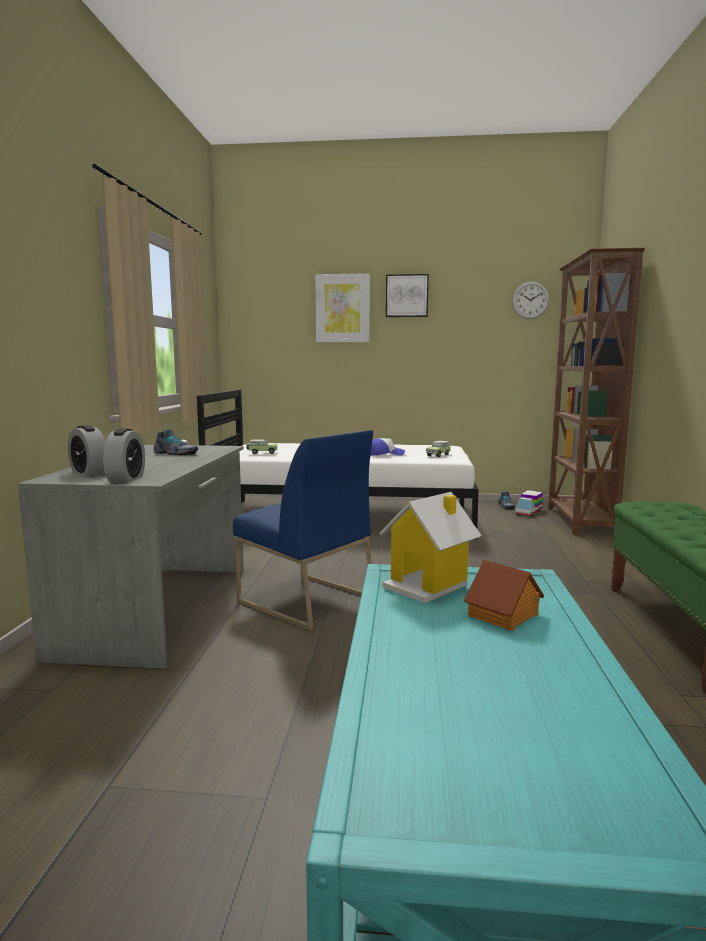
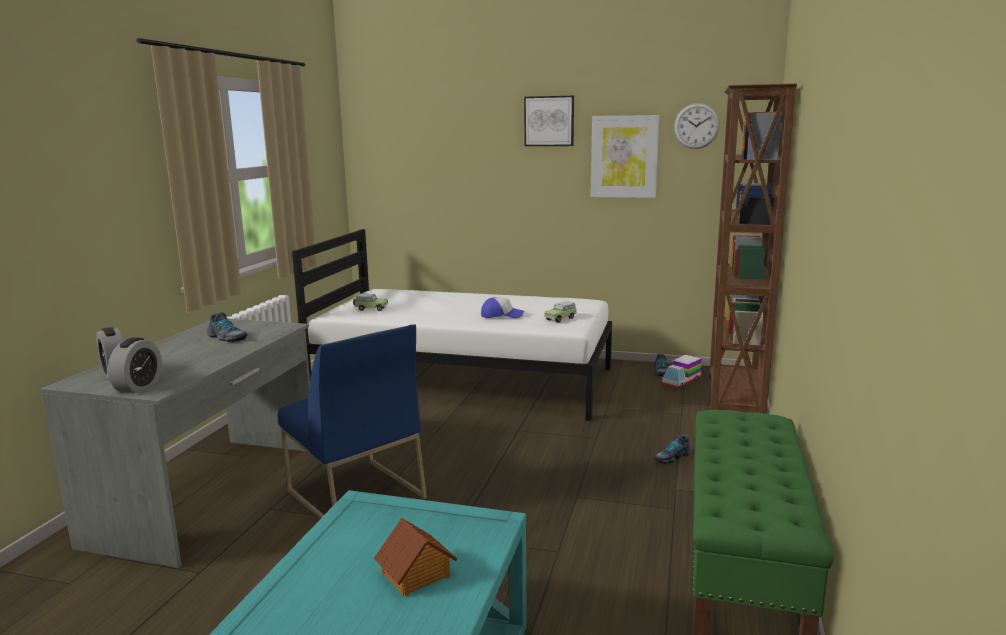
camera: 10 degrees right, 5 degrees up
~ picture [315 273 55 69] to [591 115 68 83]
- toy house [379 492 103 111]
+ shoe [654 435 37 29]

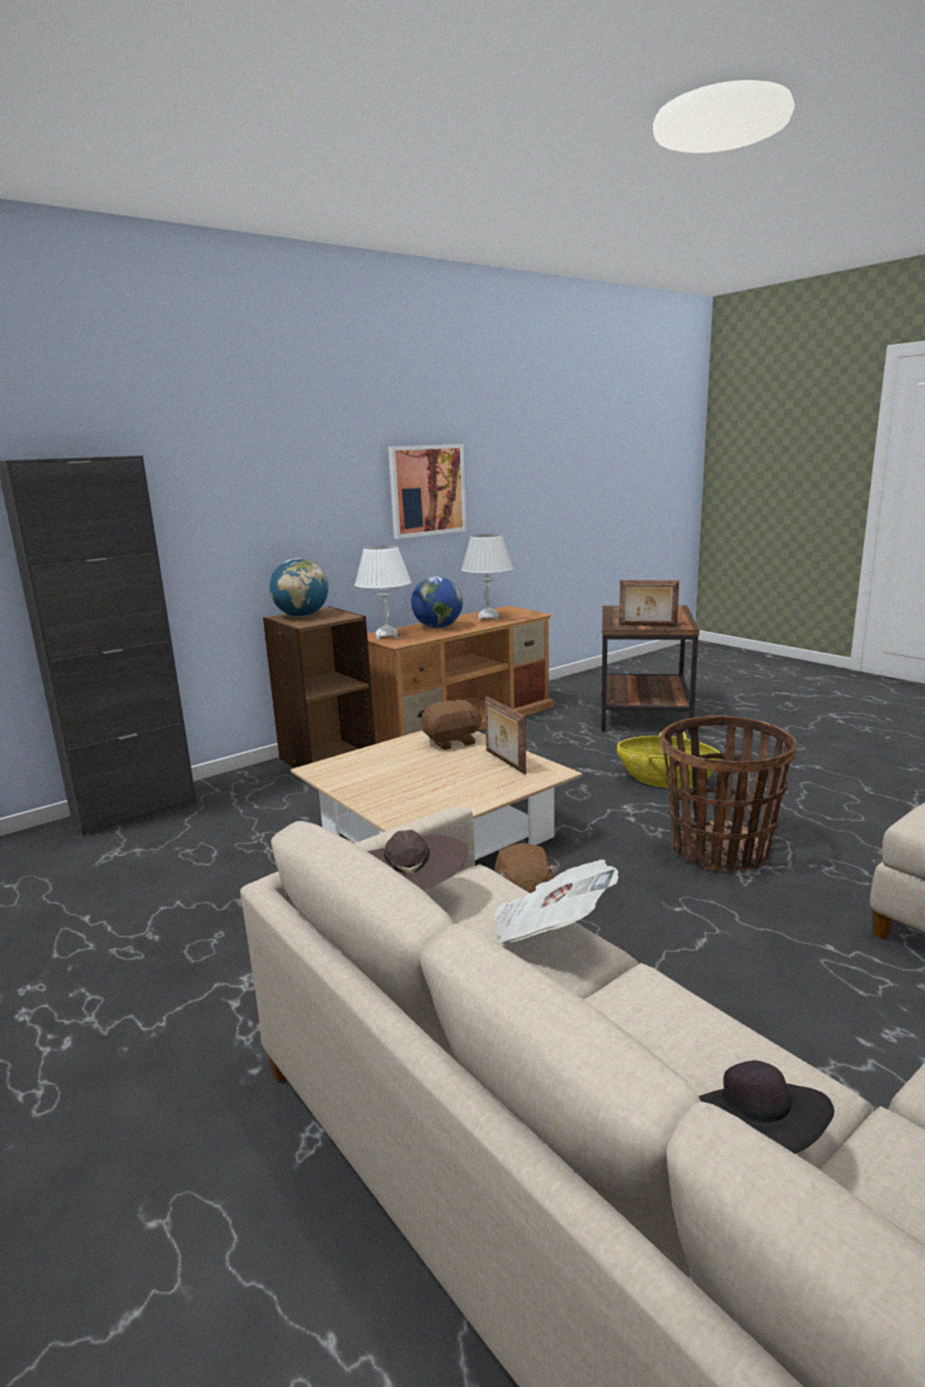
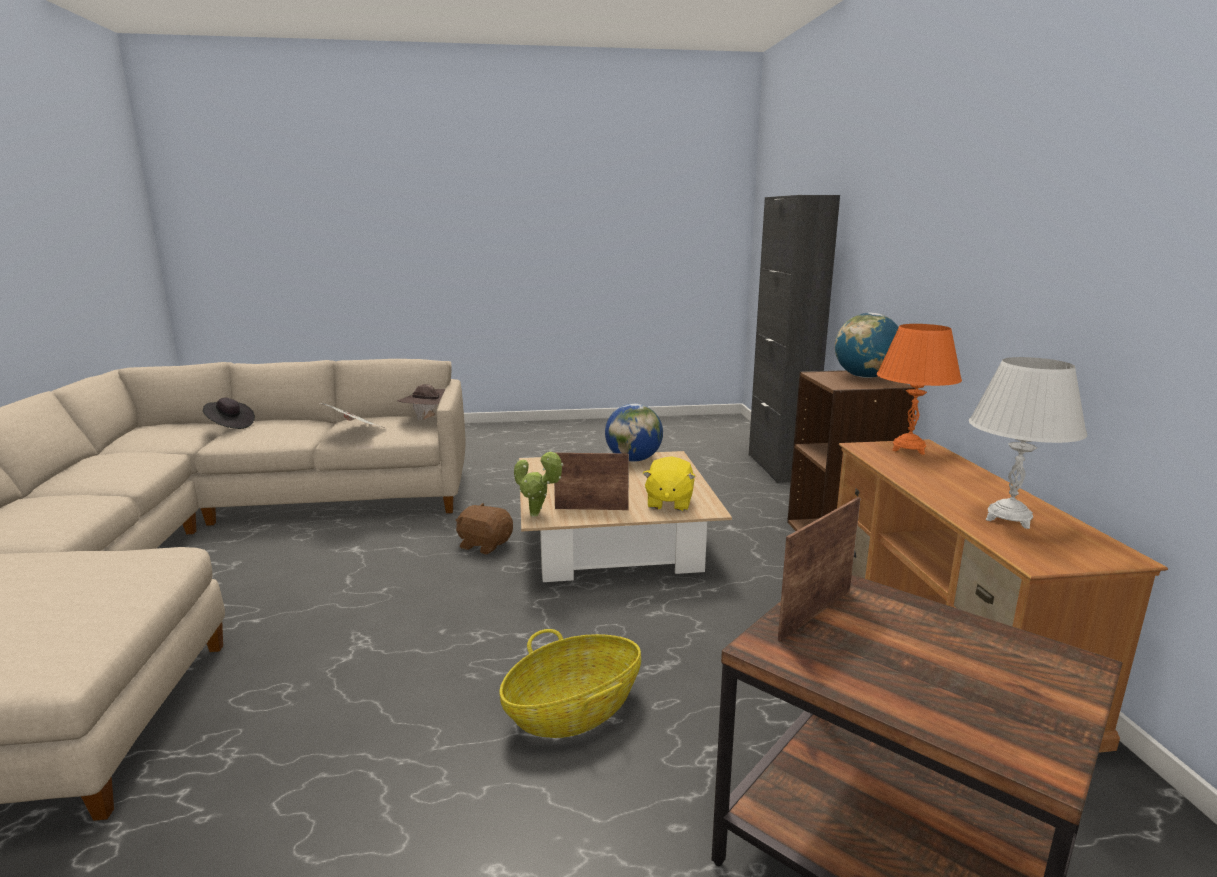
camera: 120 degrees right, 0 degrees up
- picture [388 444 79 95]
~ white table lamp [355 545 56 94] to orange table lamp [877 324 85 131]
~ globe [411 576 52 52] to [605 403 58 59]
~ brown plush toy [421 699 62 51] to yellow plush toy [642 456 54 55]
- basket [661 716 136 155]
+ potted plant [514 450 49 67]

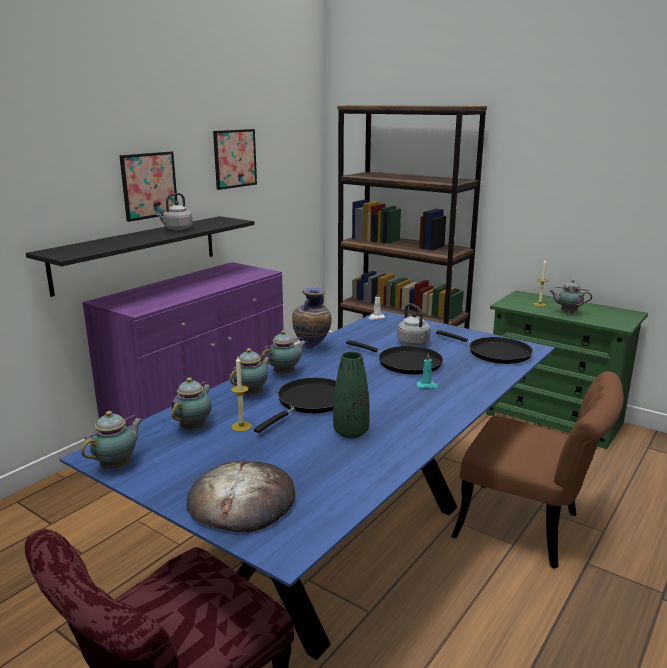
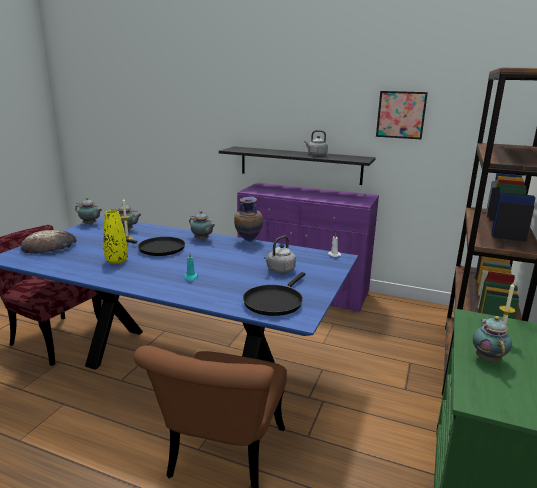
camera: 75 degrees right, 0 degrees up
- picture [119 151 58 71]
- black frying pan [346 340 97 35]
- teapot [230 348 41 48]
~ green vase [333 352 37 87] to yellow vase [103 210 25 54]

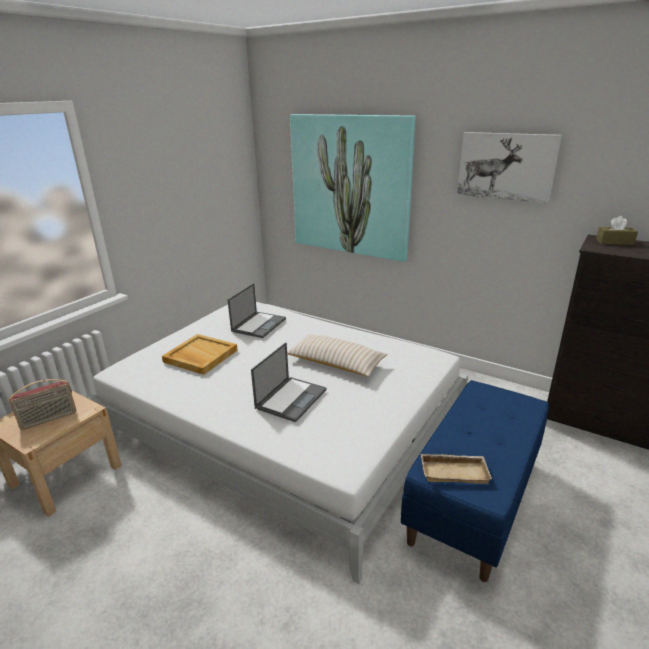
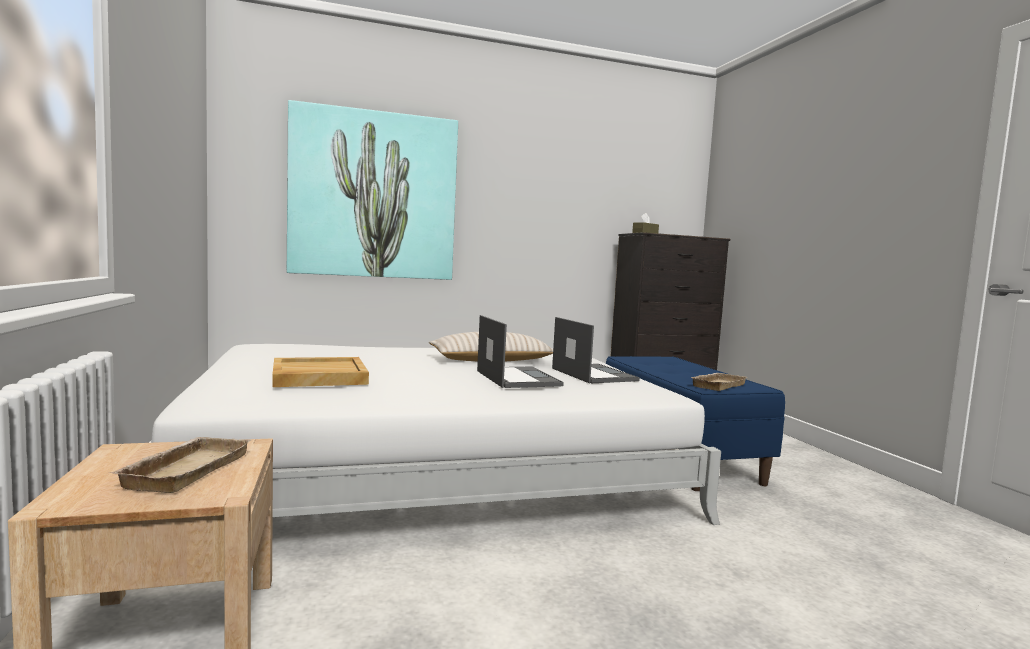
camera: 50 degrees left, 20 degrees down
- picture [457 132 105 71]
~ laptop [228 283 58 55] to [552 317 88 66]
~ radio [9 379 67 51] to beige tray [109 437 142 56]

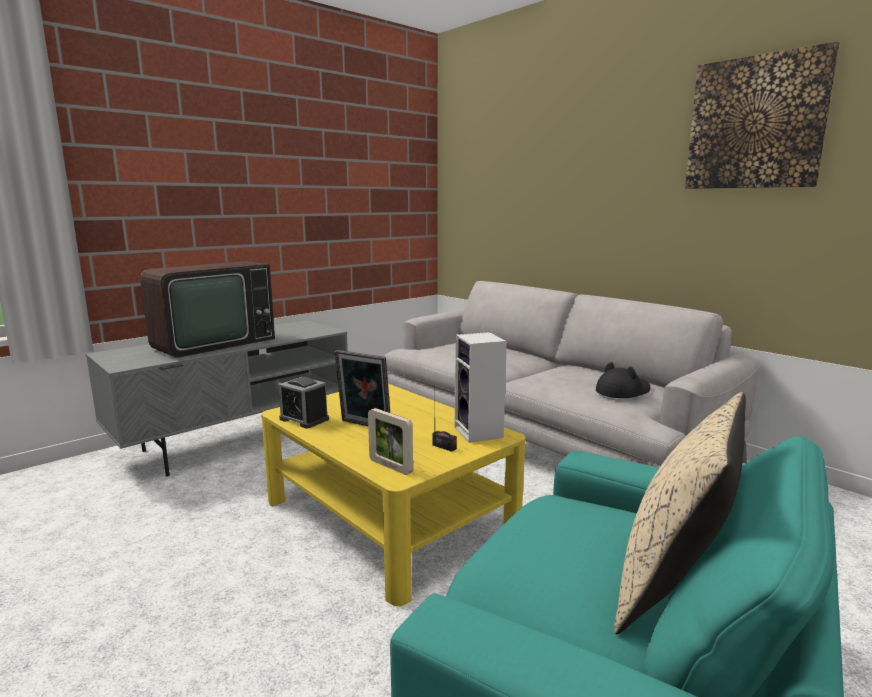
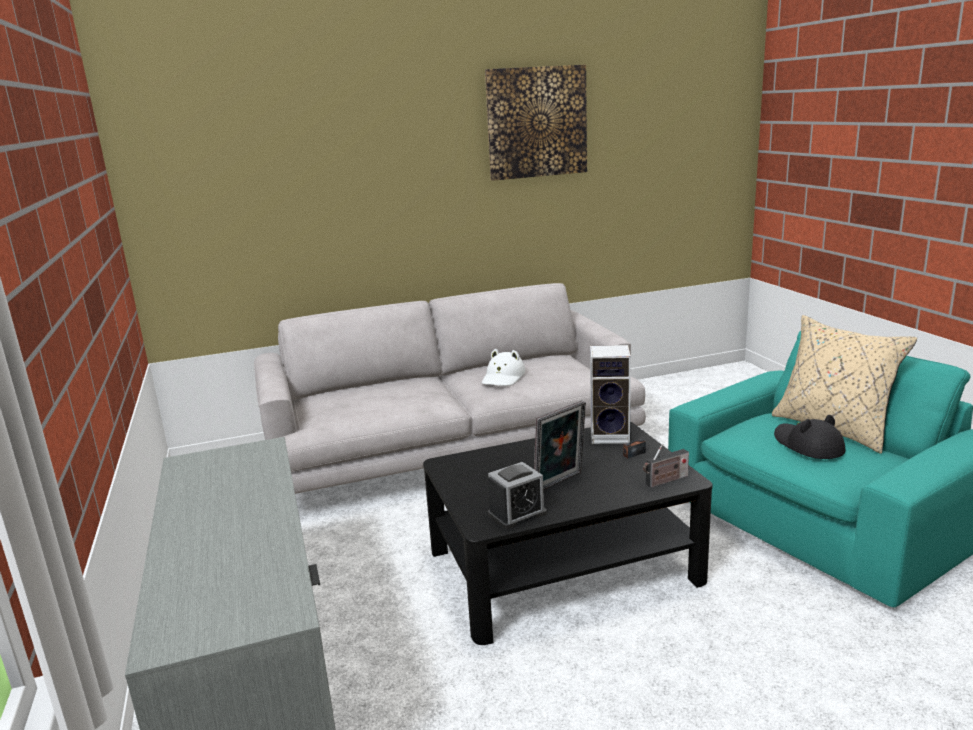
camera: 65 degrees left, 5 degrees up
- television [140 261 135 96]
~ black hat [596 362 55 36] to [774 415 71 44]
~ yellow coffee table [261 384 265 222] to black coffee table [423 422 289 223]
~ picture frame [368 408 45 67] to radio [643 443 46 45]
+ white hat [482 349 43 37]

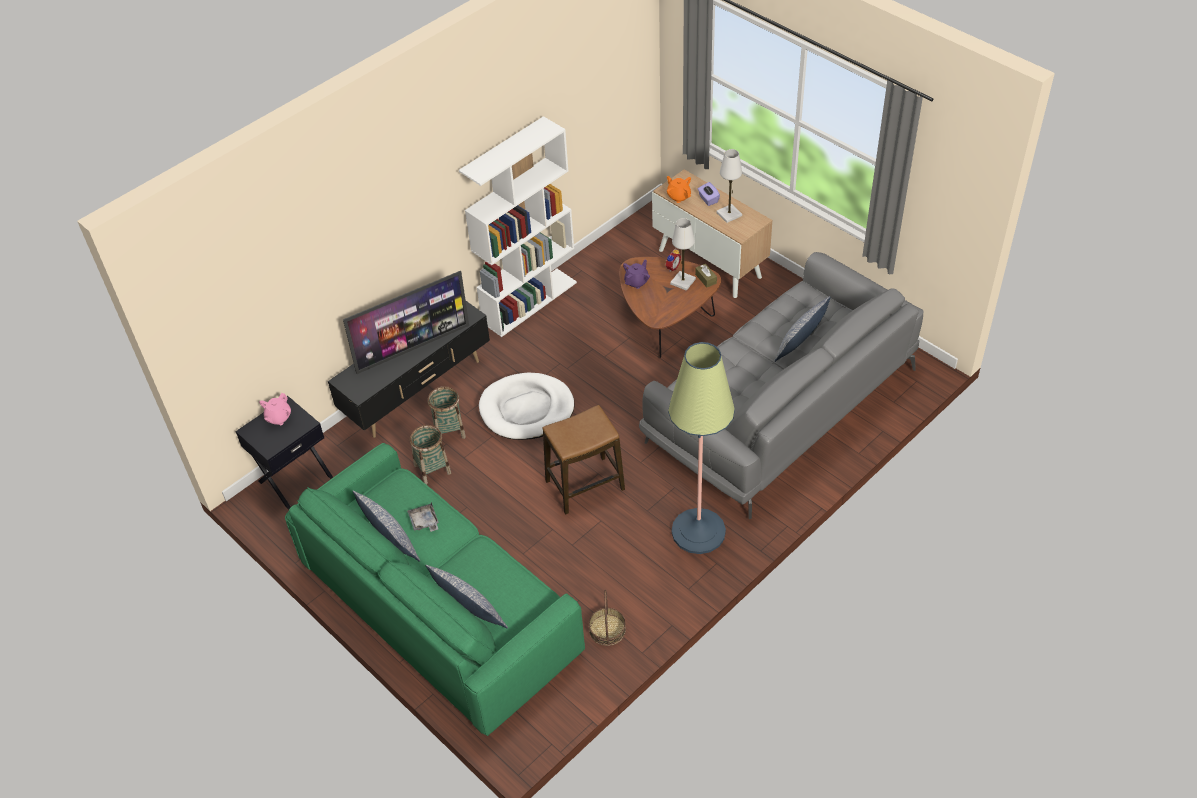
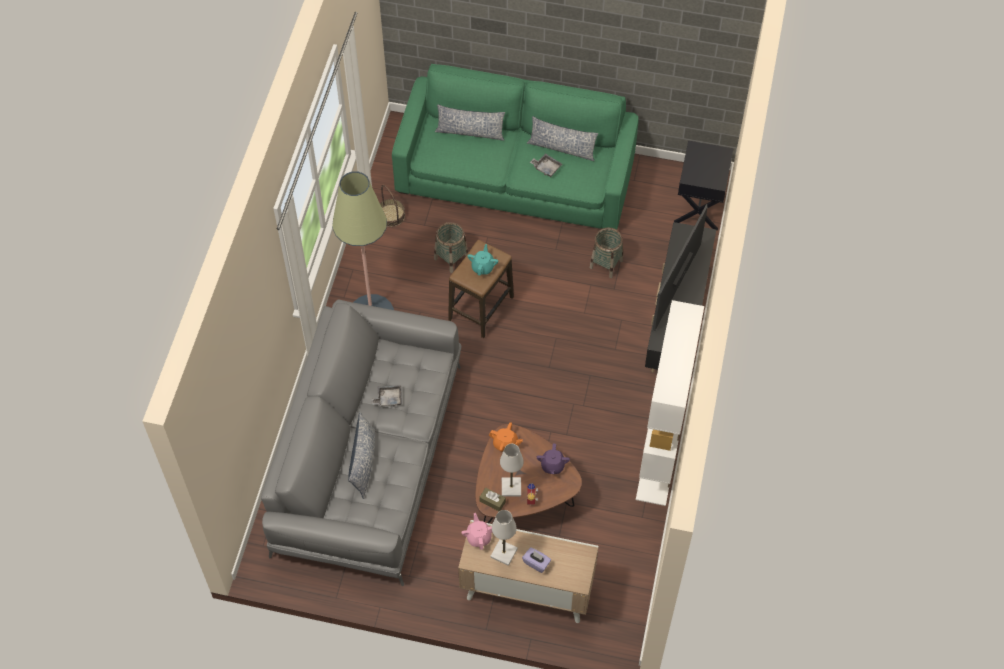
camera: 145 degrees right, 10 degrees up
~ orange teapot [667 176 24 27] to [489 422 34 30]
- white dog bed [479 372 96 68]
~ basket [428 386 38 53] to [434 222 34 51]
~ pink teapot [259 393 32 32] to [461 513 31 37]
+ turquoise teapot [467 244 31 32]
+ grey tray [372 385 30 22]

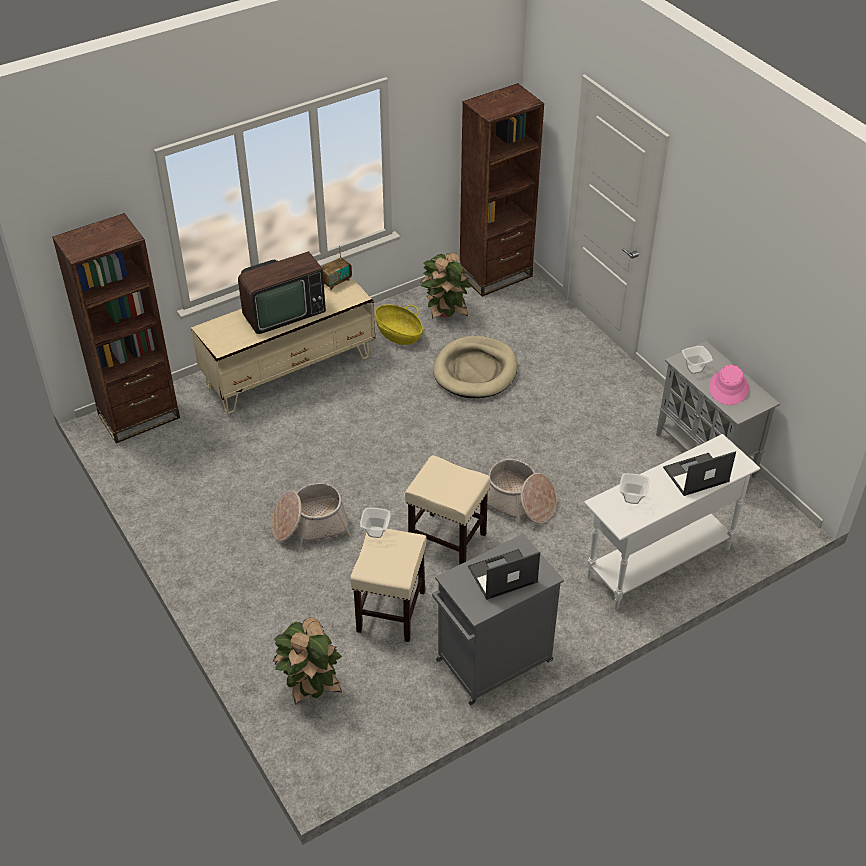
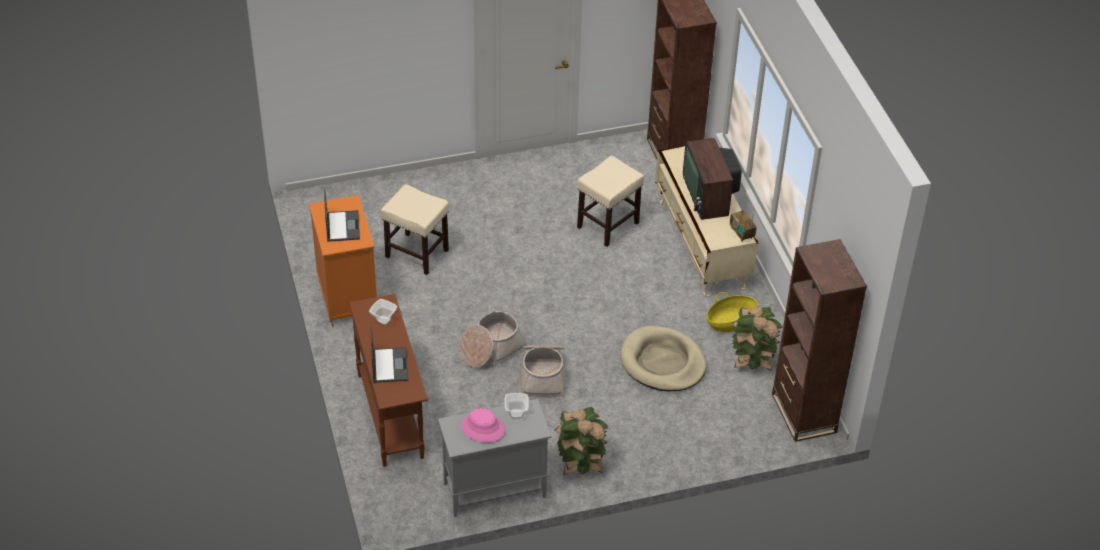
camera: 105 degrees right, 0 degrees up
~ white console table [584 434 176 176] to brown console table [349 294 79 173]
~ beige stool [405 455 85 109] to [577 156 67 91]
~ basket [271 483 80 64] to [520 345 46 53]
- bowl [360 508 31 30]
~ grey cabinet [432 534 132 171] to orange cabinet [309 195 68 131]
~ potted plant [273 617 69 87] to [555 407 54 68]

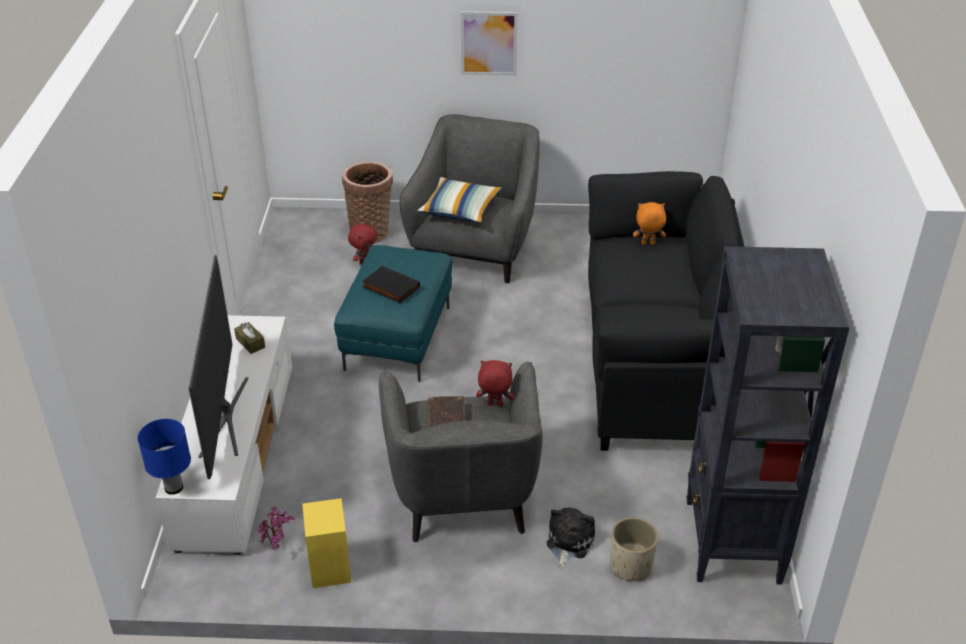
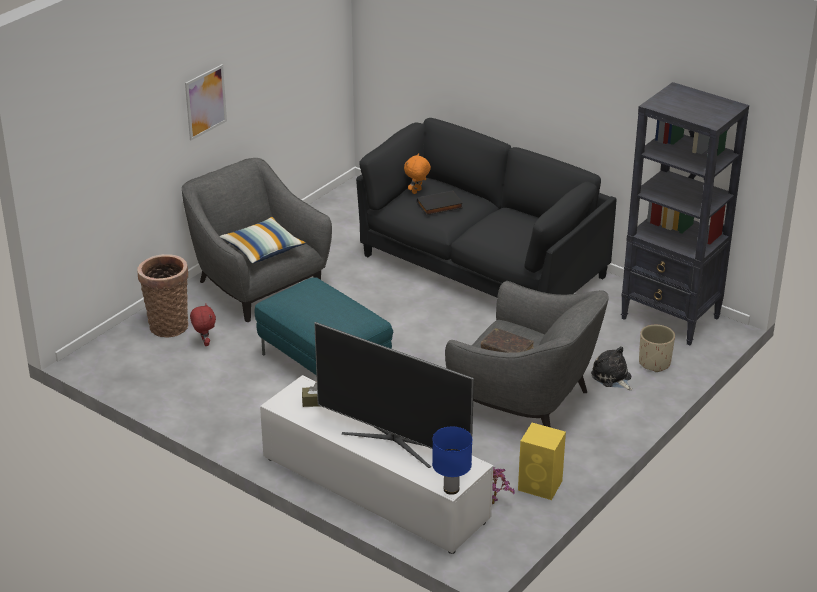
camera: 55 degrees left, 5 degrees down
~ black book [362 266 58 37] to [417 191 46 24]
- red plush toy [476 360 38 47]

